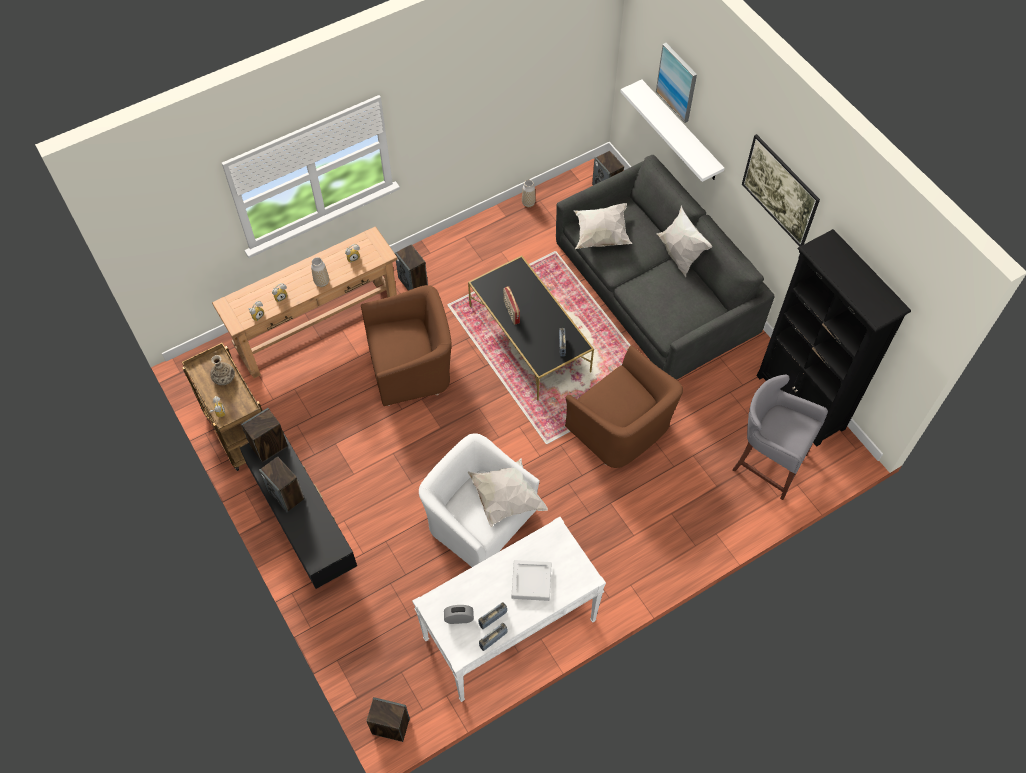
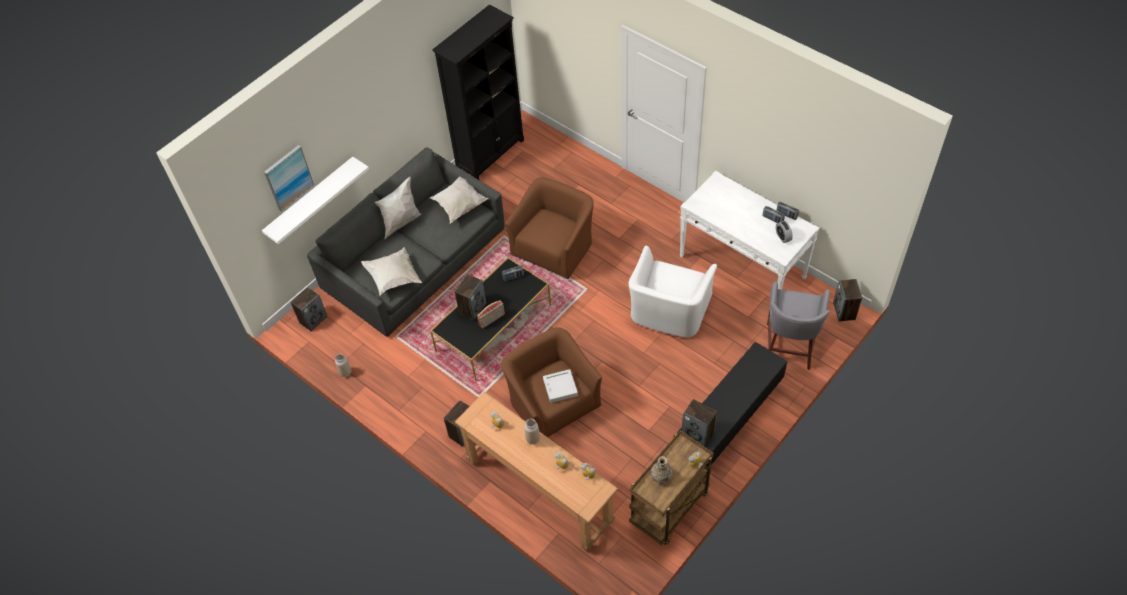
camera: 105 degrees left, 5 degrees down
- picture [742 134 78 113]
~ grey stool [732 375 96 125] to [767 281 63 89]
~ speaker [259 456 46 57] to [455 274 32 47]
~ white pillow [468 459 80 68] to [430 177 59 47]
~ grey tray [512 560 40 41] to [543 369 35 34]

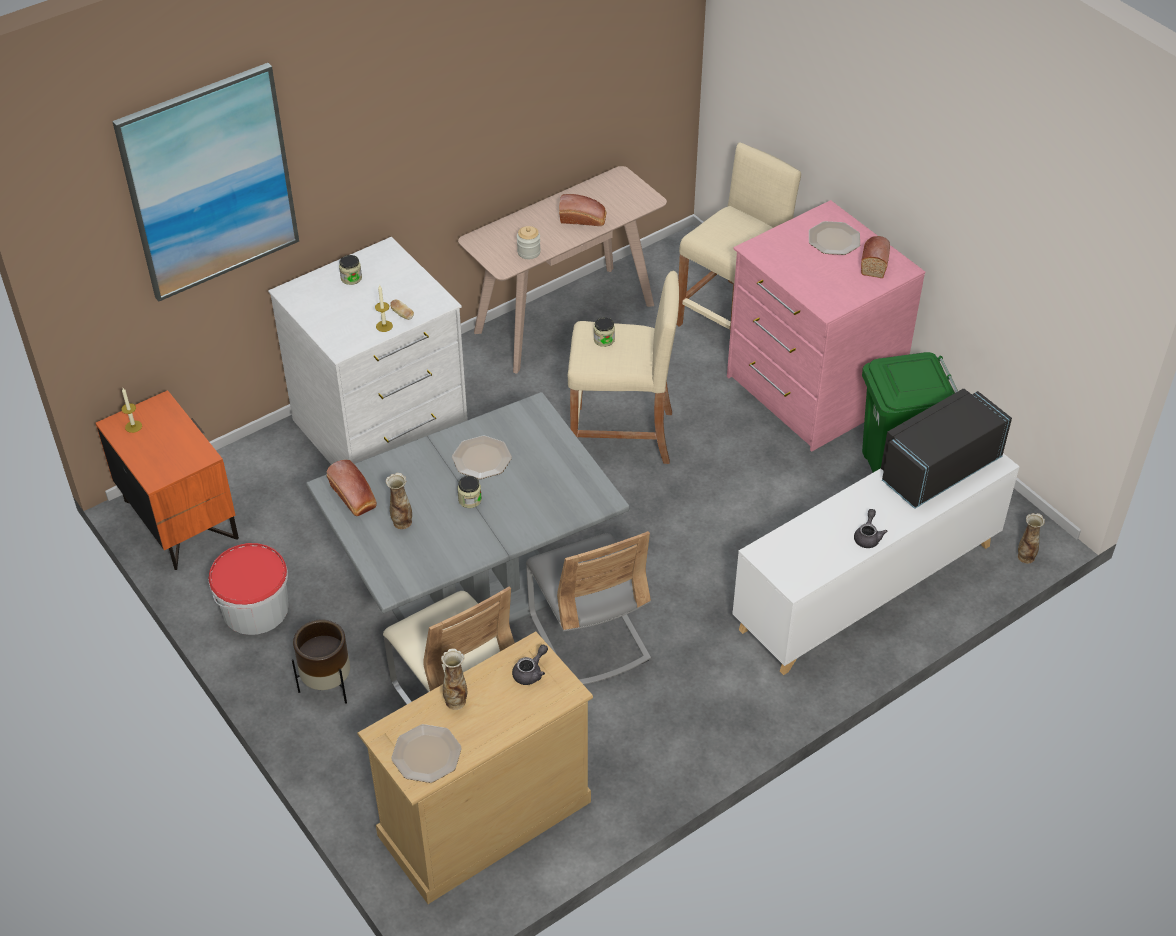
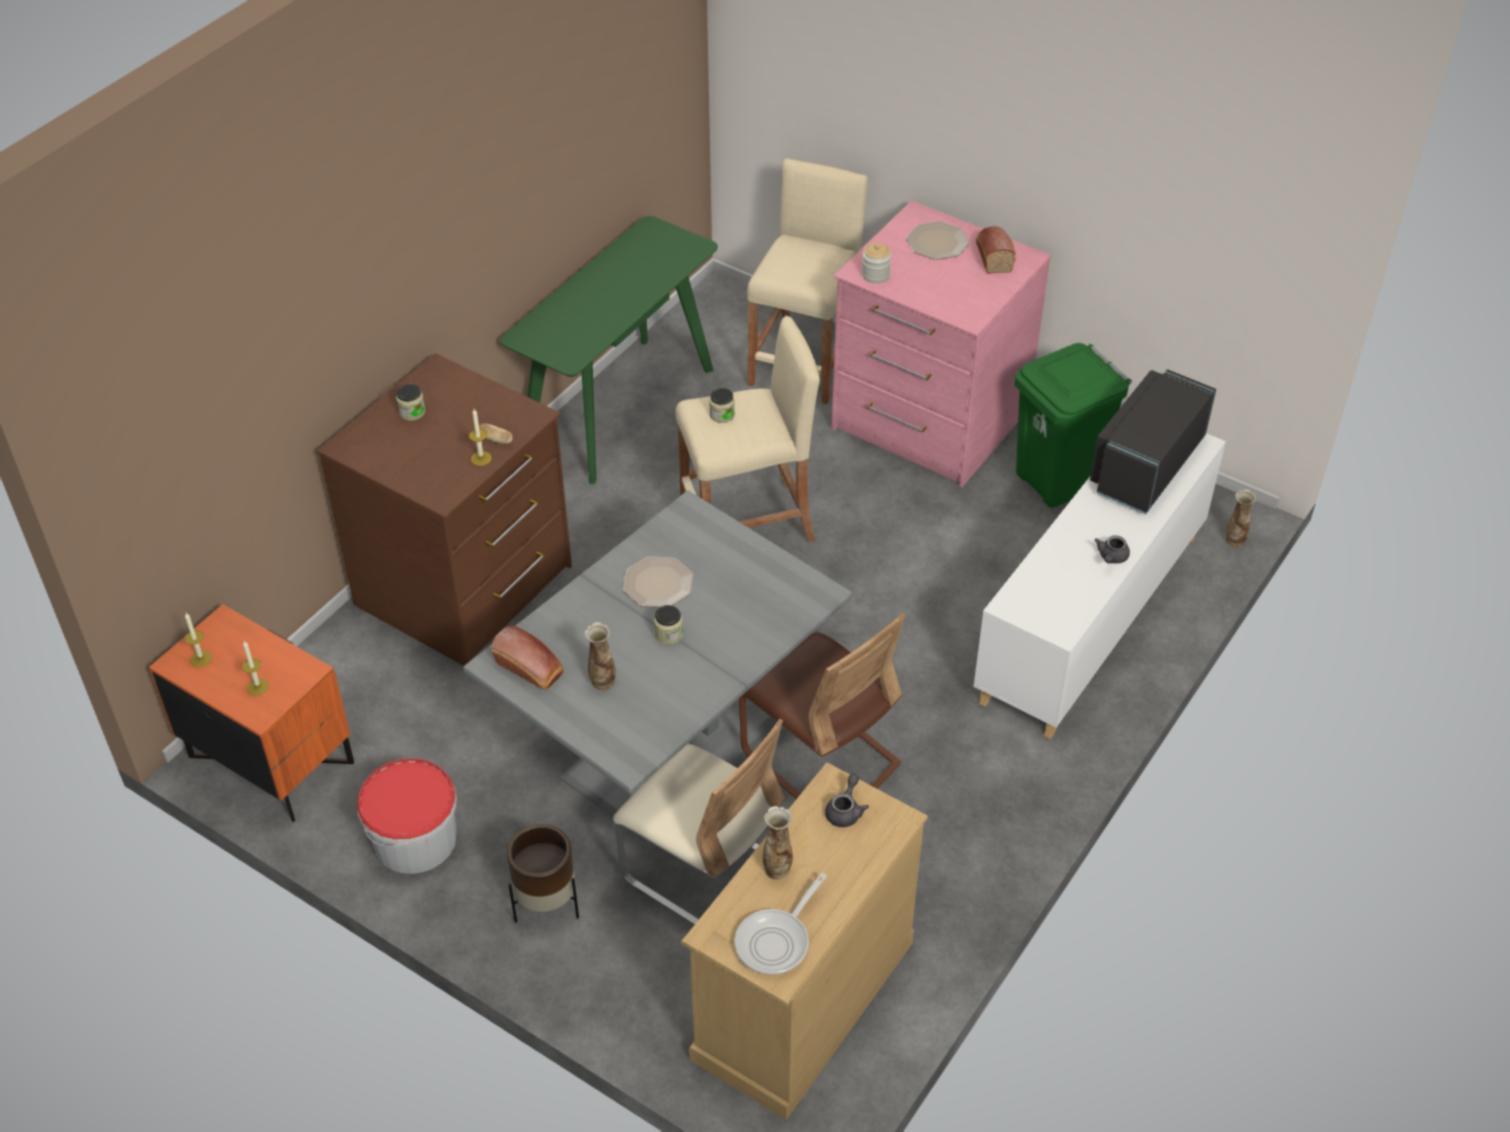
camera: 20 degrees left, 0 degrees up
- picture [112 63 187 239]
~ beige console table [458 166 209 207] to green console table [500 216 218 268]
- bread [559 194 48 32]
~ jar [517 226 24 33] to [862 243 29 40]
~ white dresser [268 237 200 228] to brown dresser [317 353 255 313]
~ grey teapot [854 509 34 39] = [1094 535 36 29] 150 degrees counterclockwise
~ grey chair [526 531 125 154] to brown chair [739 613 166 186]
~ plate [391 724 71 59] to frying pan [735 873 92 102]
+ candle [242 641 27 55]

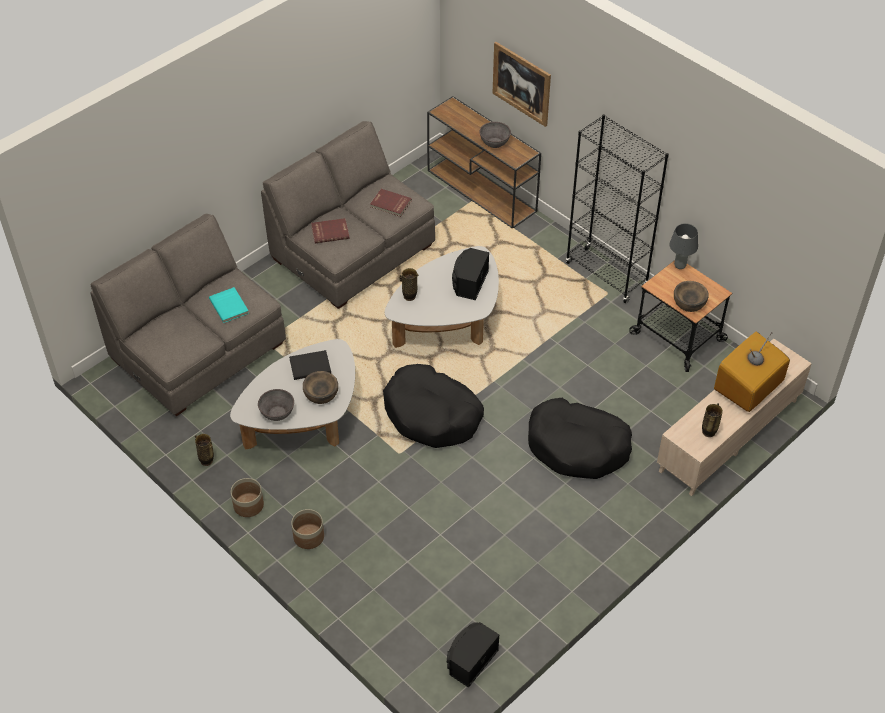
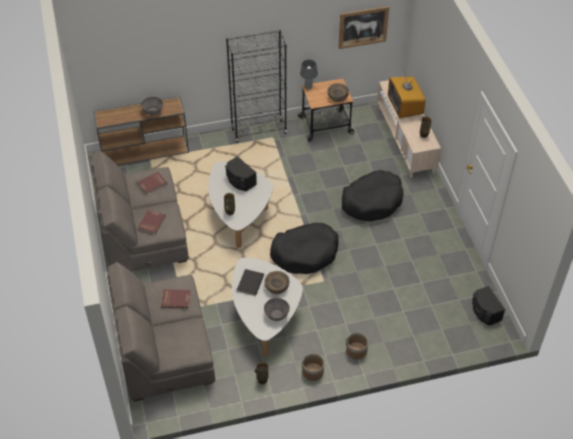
camera: 60 degrees left, 0 degrees up
~ picture [492 42 59 85] to [338 6 51 43]
~ turquoise book [209 287 40 36] to red book [161 289 30 19]

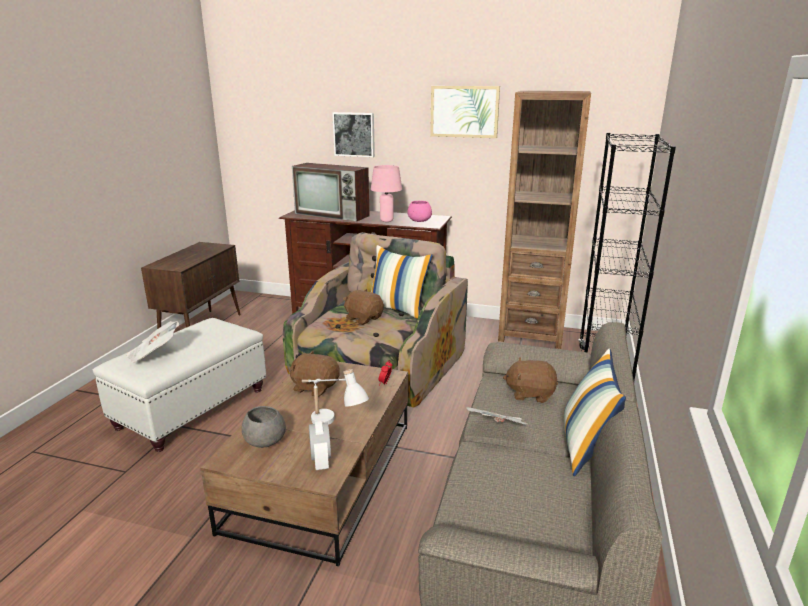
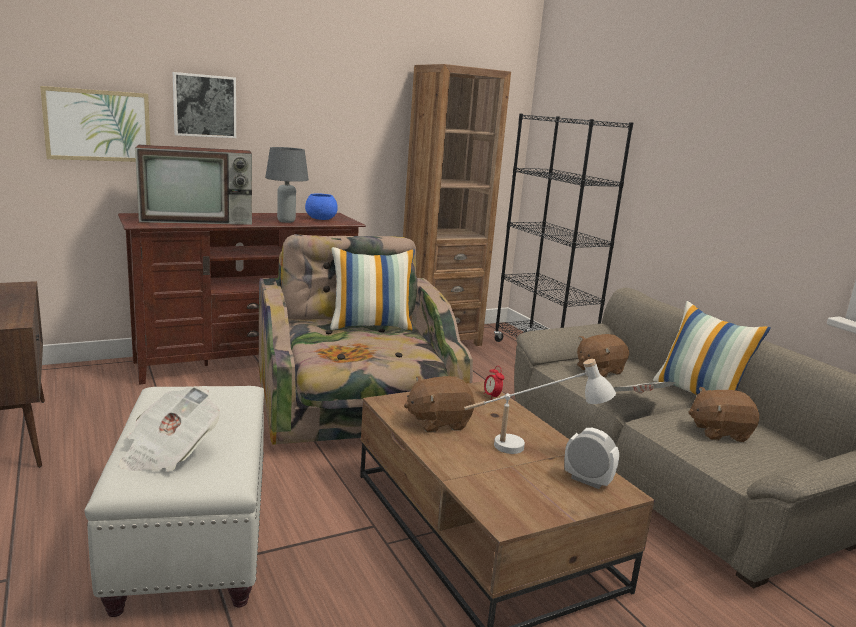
camera: 45 degrees left, 5 degrees down
~ picture [430 86 70 52] to [40 86 110 76]
~ pink table lamp [371 165 31 57] to grey table lamp [265 147 44 76]
~ pink bowl [408 201 24 21] to blue bowl [305 193 33 27]
~ brown plush toy [343 289 41 36] to [688 387 71 55]
- grey bowl [242 406 44 42]

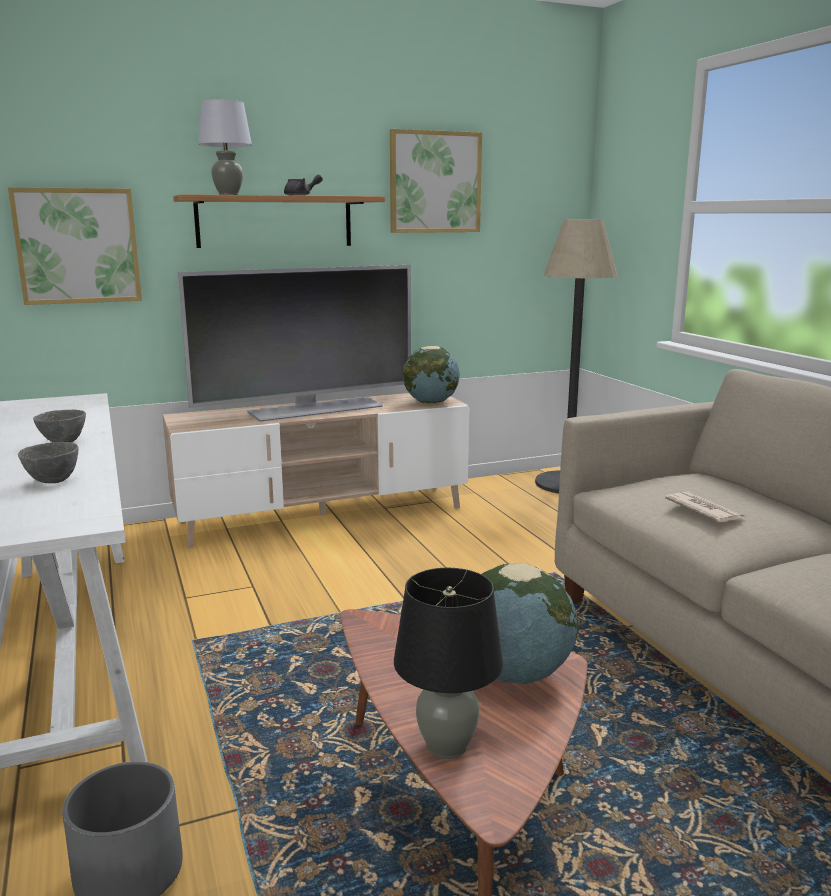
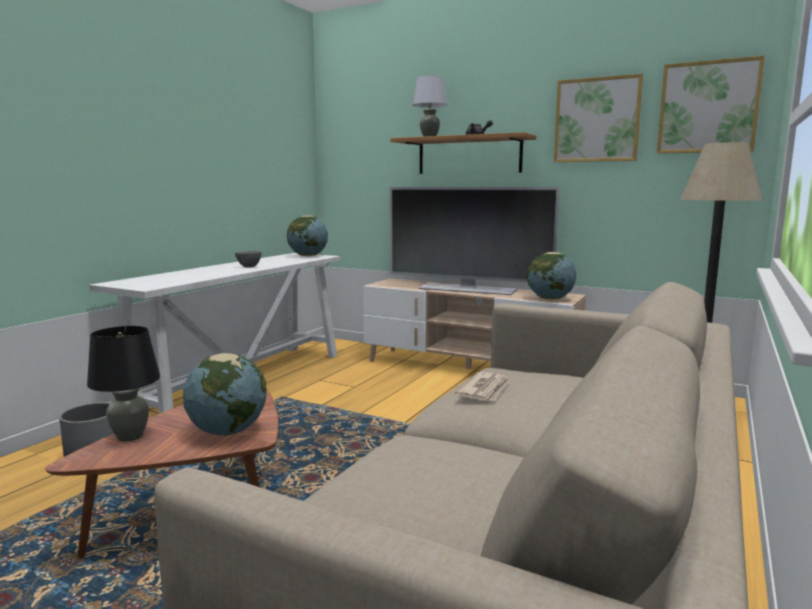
camera: 50 degrees right, 5 degrees down
~ picture [8 187 134 118] to [657 56 108 98]
- grey bowl [18 442 61 41]
+ globe [287 215 41 41]

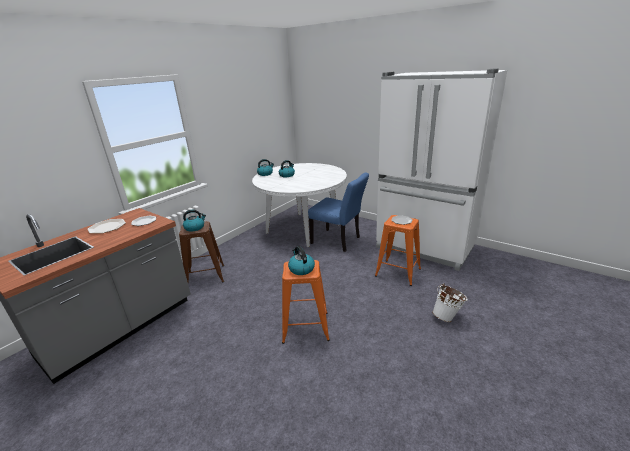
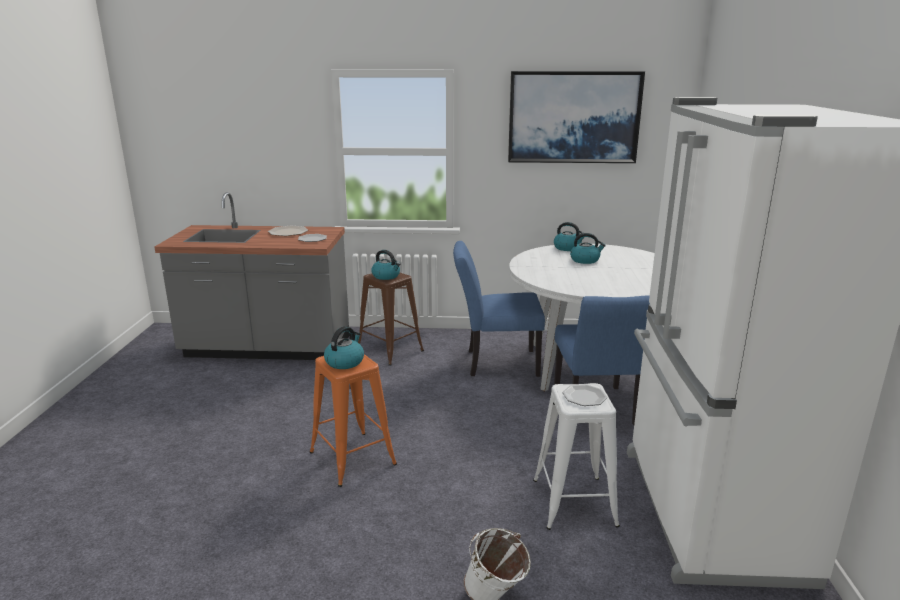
camera: 55 degrees right, 5 degrees down
~ orange stool [375 215 46 71] to white stool [533 383 87 147]
+ picture [508 71 137 92]
+ blue chair [453 241 92 136]

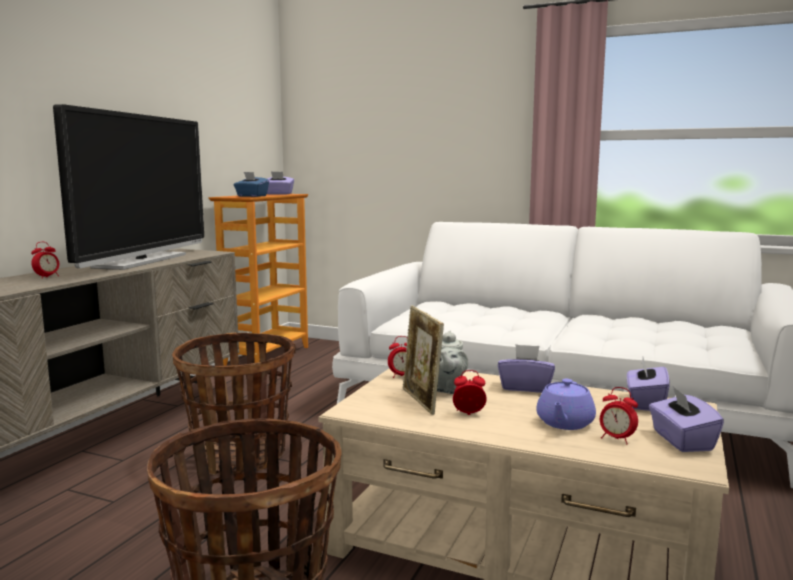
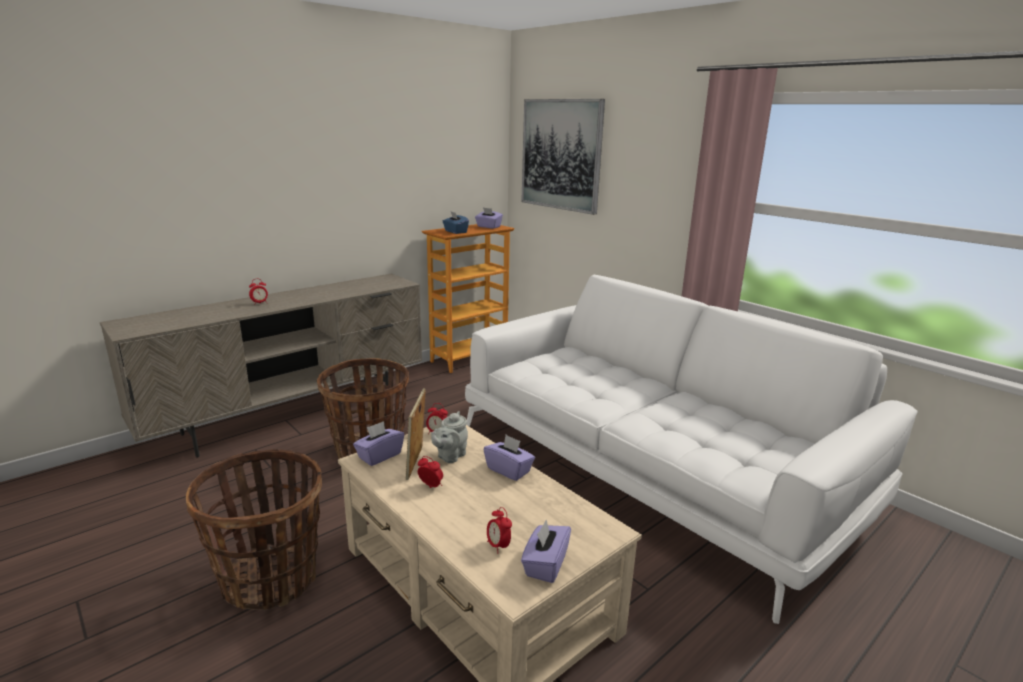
camera: 25 degrees right, 10 degrees up
- television [53 104 151 166]
~ purple tissue box [627 358 43 53] to [353 421 51 45]
- purple teapot [536 379 60 51]
+ picture [521 99 84 116]

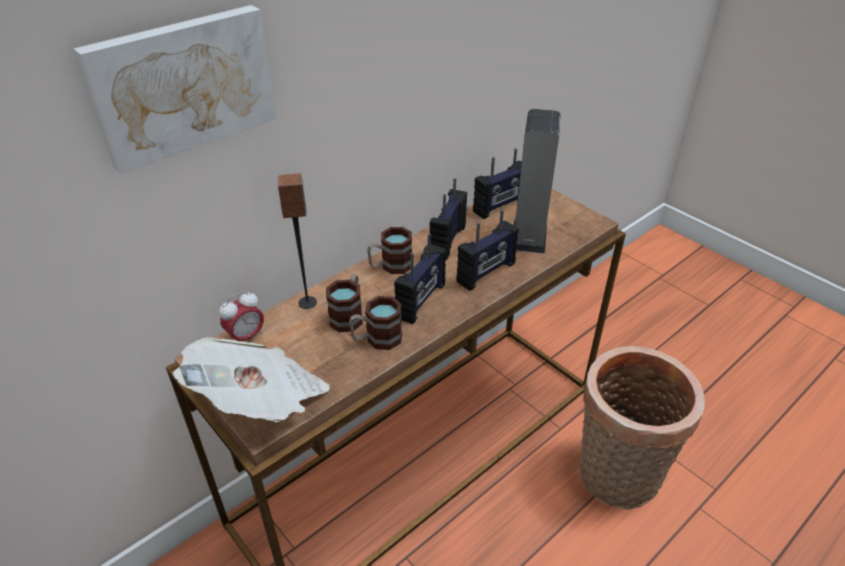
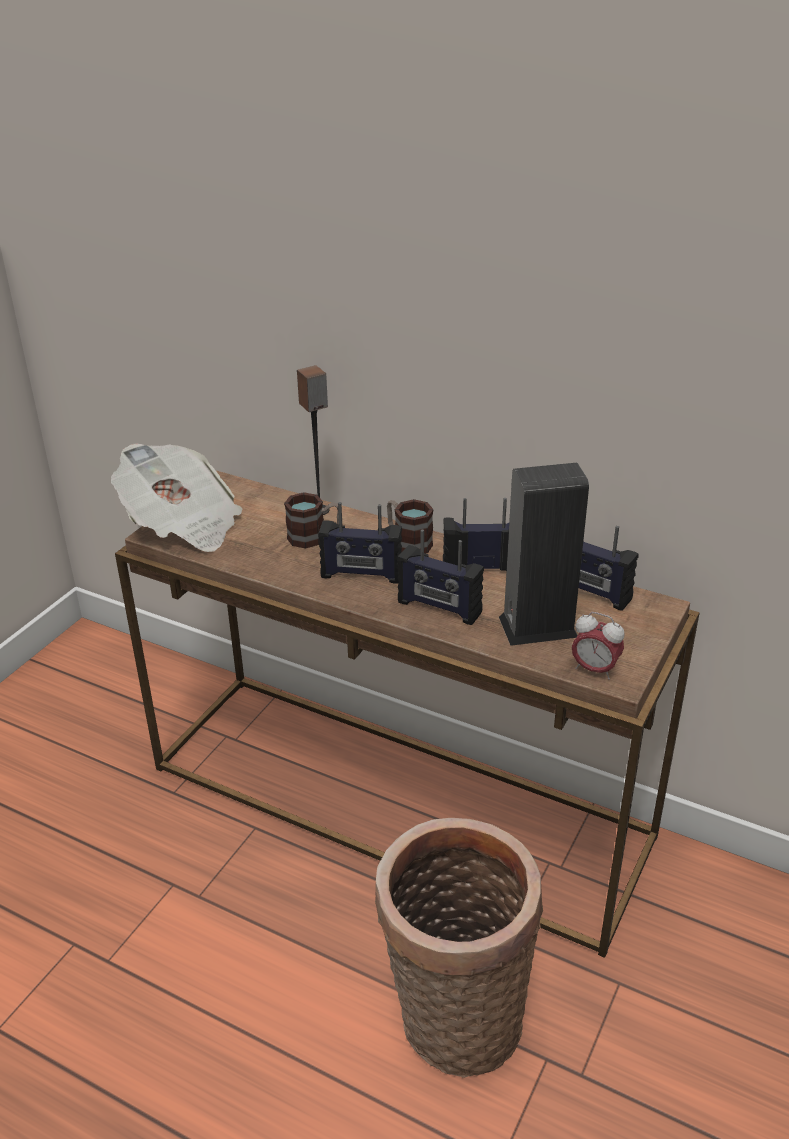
camera: 70 degrees right, 5 degrees down
- picture [73 5 204 169]
~ alarm clock [219 291 45 50] to [572 612 53 68]
- mug [349 296 53 54]

